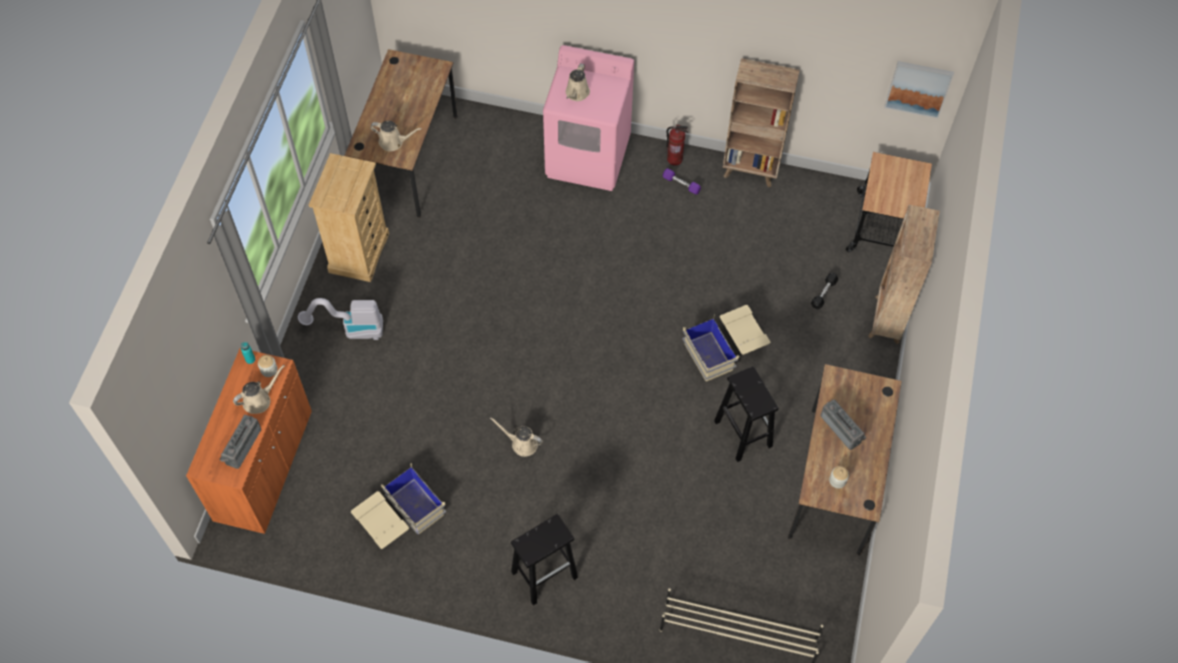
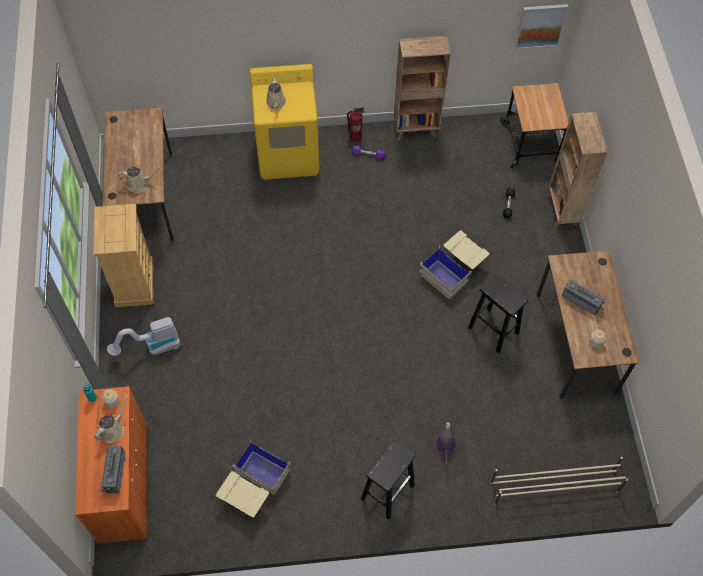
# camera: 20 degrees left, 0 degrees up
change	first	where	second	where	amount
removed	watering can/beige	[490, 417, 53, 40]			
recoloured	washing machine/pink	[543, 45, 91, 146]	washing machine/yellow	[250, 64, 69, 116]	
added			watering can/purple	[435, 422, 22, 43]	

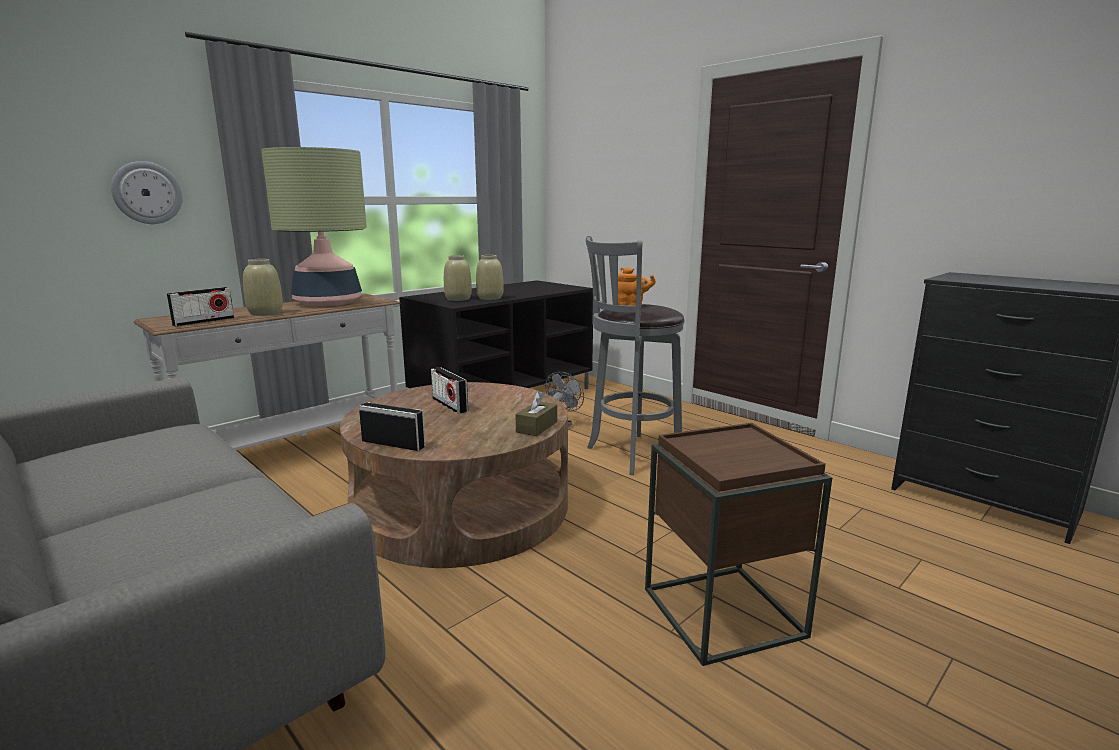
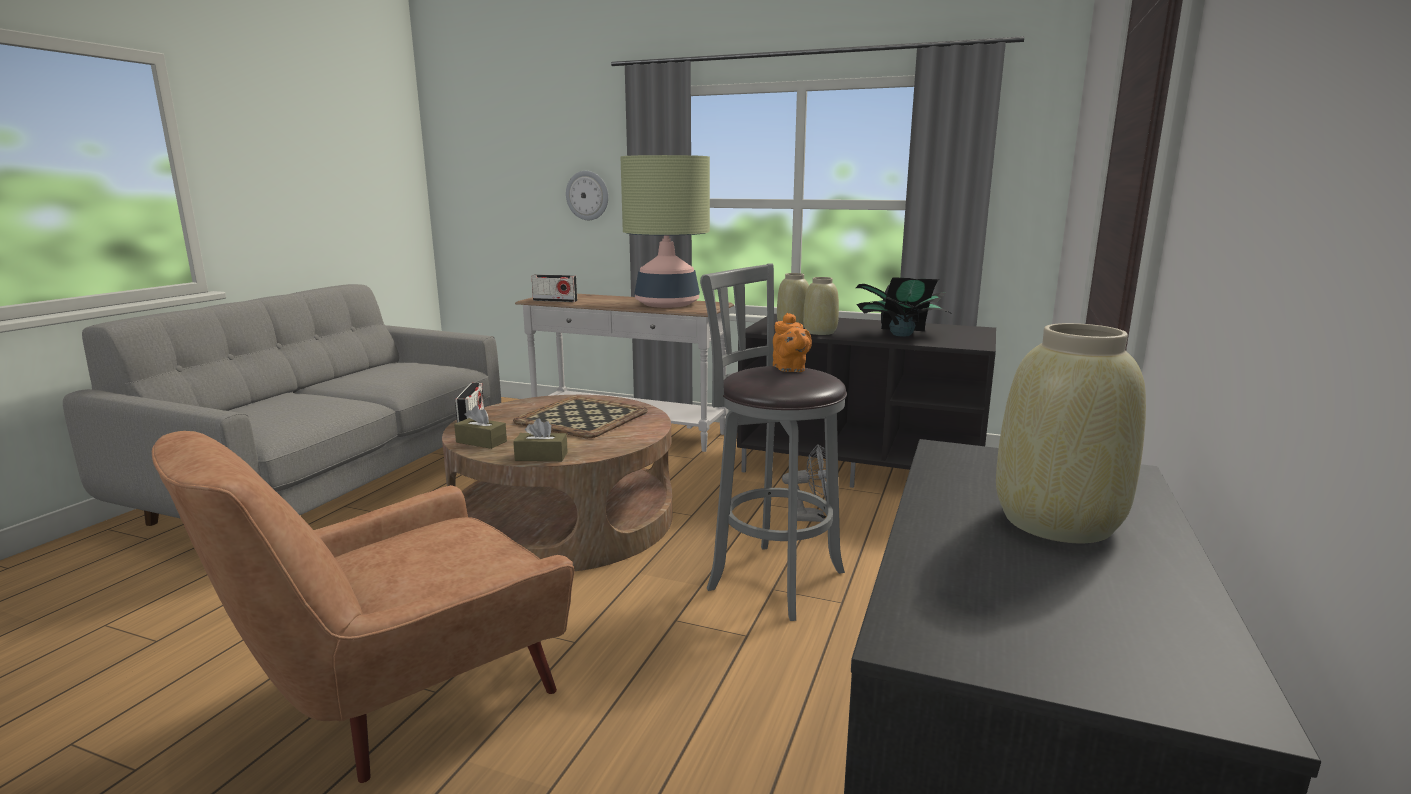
# camera: 65 degrees right, 0 degrees up
change	first	where	second	where	amount
moved	vase/beige	[243, 259, 40, 57]		[996, 323, 150, 220]	
replaced	radio	[431, 367, 37, 47]	tray	[513, 396, 135, 42]	
replaced	side table/brown	[645, 423, 187, 243]	armchair/brown	[152, 431, 422, 352]	
added			tissue box/brown	[454, 406, 53, 43]	
added			potted plant	[856, 277, 96, 59]	

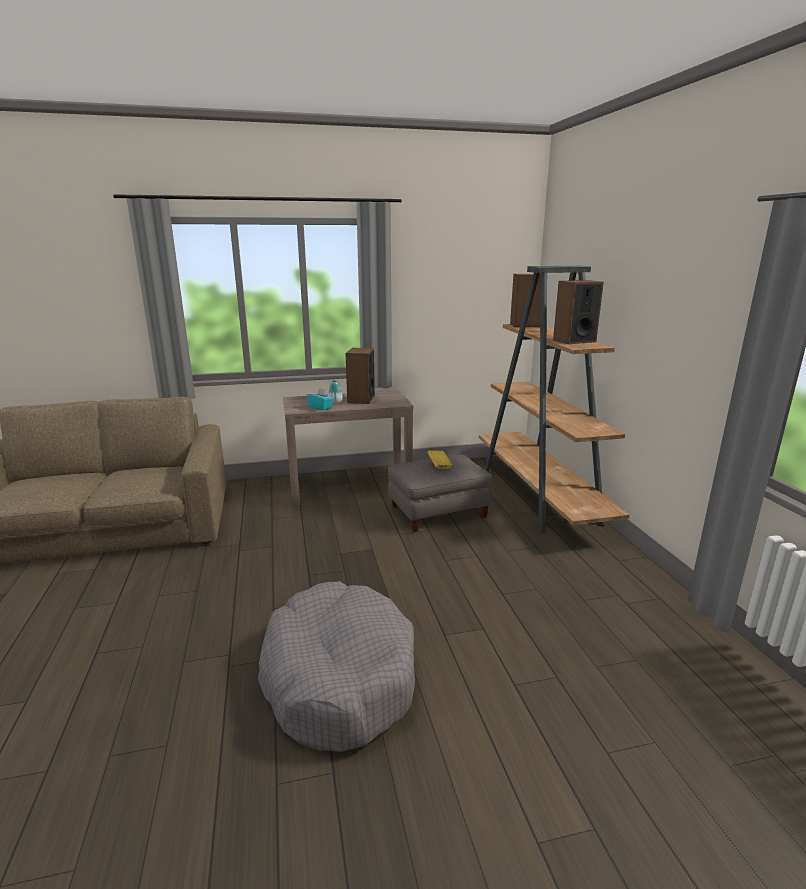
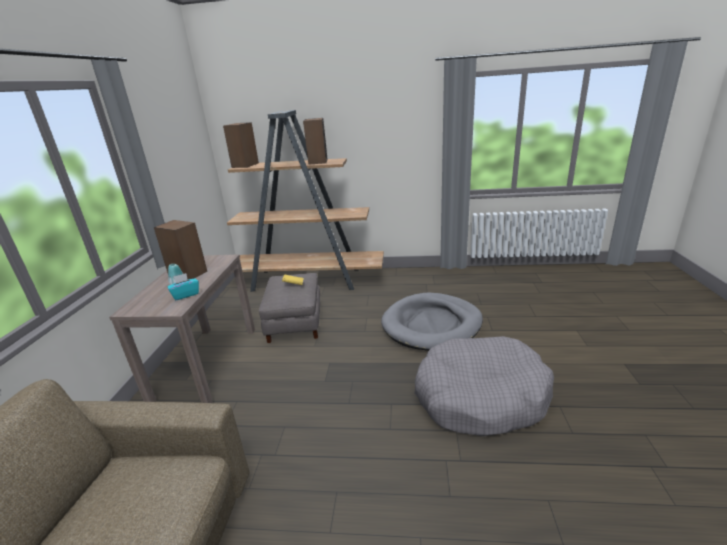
# camera: 70 degrees left, 5 degrees up
change	first	where	second	where	amount
added			dog bed/grey	[381, 293, 102, 58]	

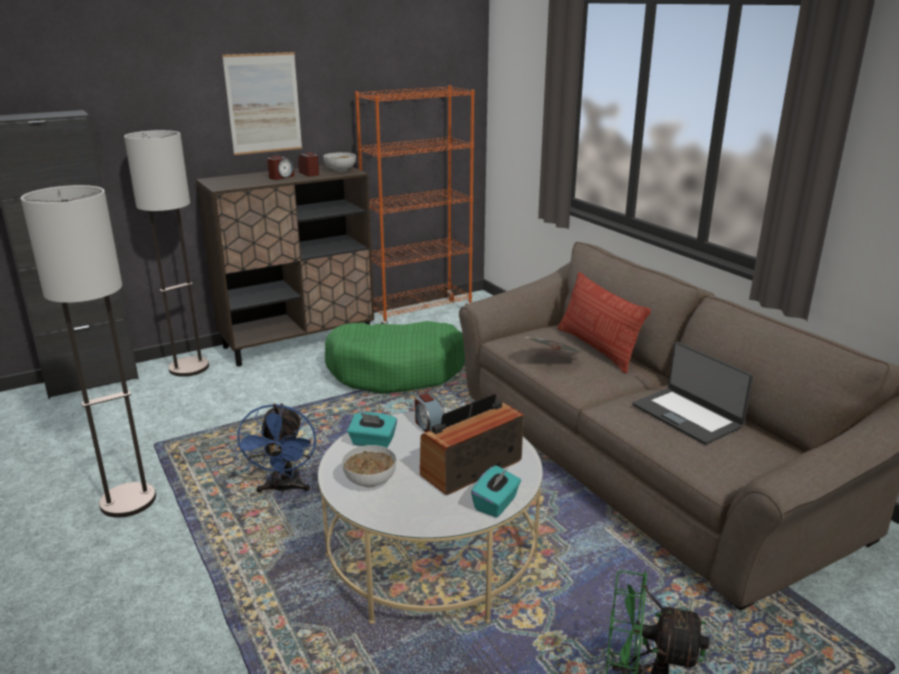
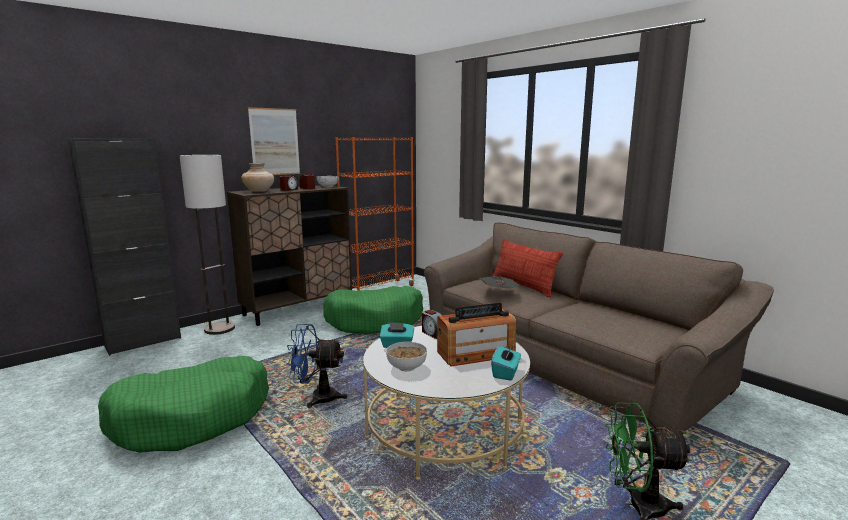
# camera: 10 degrees left, 10 degrees down
change	first	where	second	where	amount
replaced	floor lamp	[21, 185, 135, 333]	dog bed/green	[98, 356, 171, 97]	
turned	fan/blue	[235, 403, 81, 91]		[286, 324, 61, 84]	105 degrees clockwise
turned	radio	[420, 394, 104, 101]		[437, 303, 79, 63]	150 degrees counterclockwise
removed	laptop	[632, 342, 121, 103]			
added			vase/beige	[241, 163, 33, 29]	

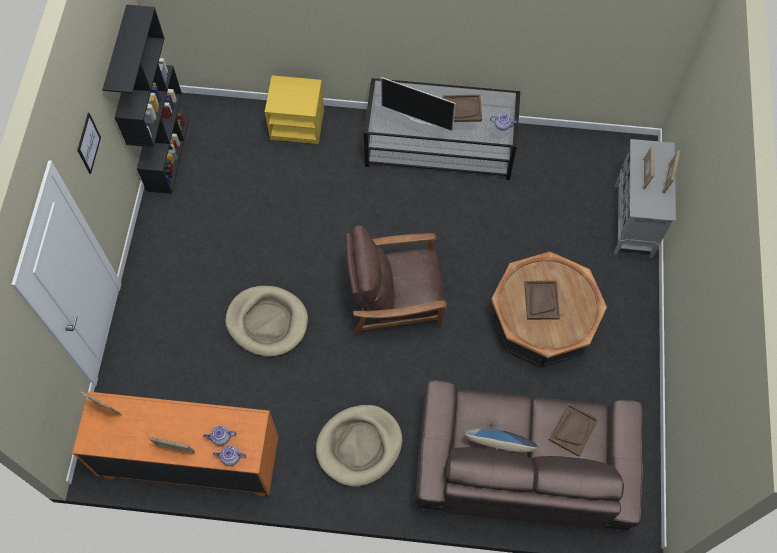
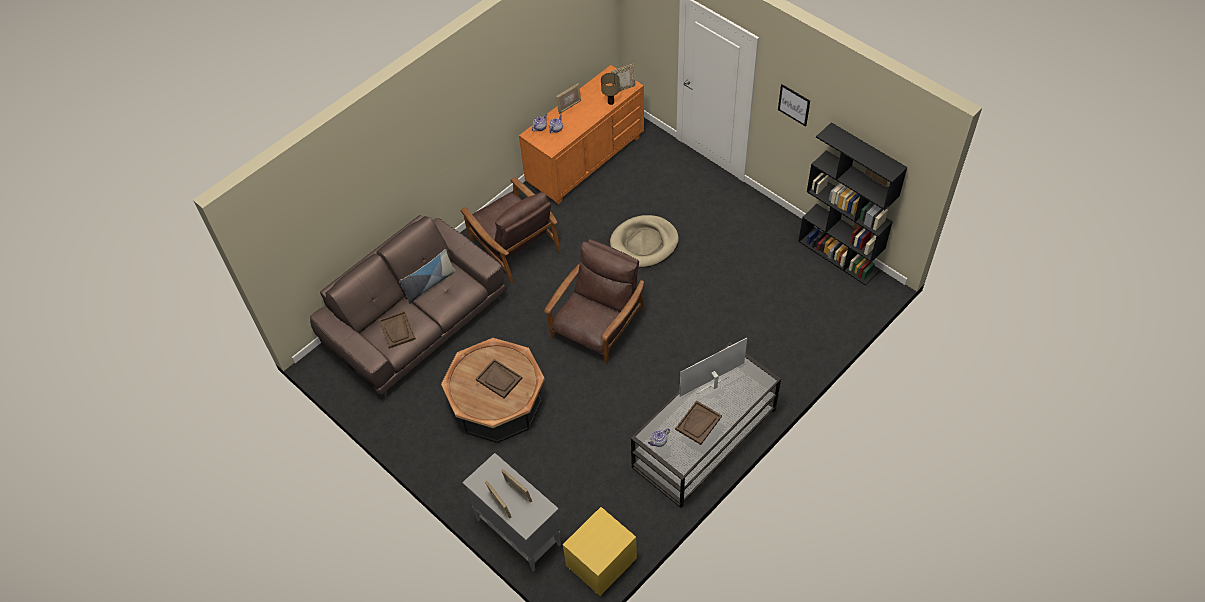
# camera: 130 degrees right, 10 degrees down
change	first	where	second	where	amount
moved	nightstand/yellow	[265, 75, 59, 69]		[563, 507, 74, 89]	
replaced	dog bed/beige	[316, 405, 86, 81]	armchair/brown	[460, 177, 100, 106]	
added			table lamp	[601, 73, 19, 32]	

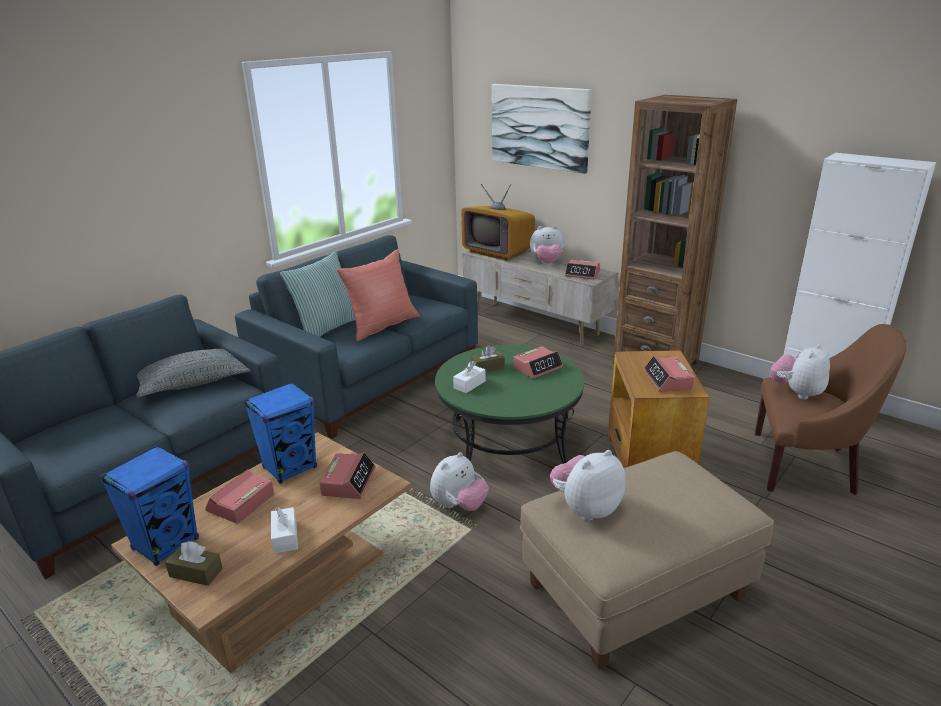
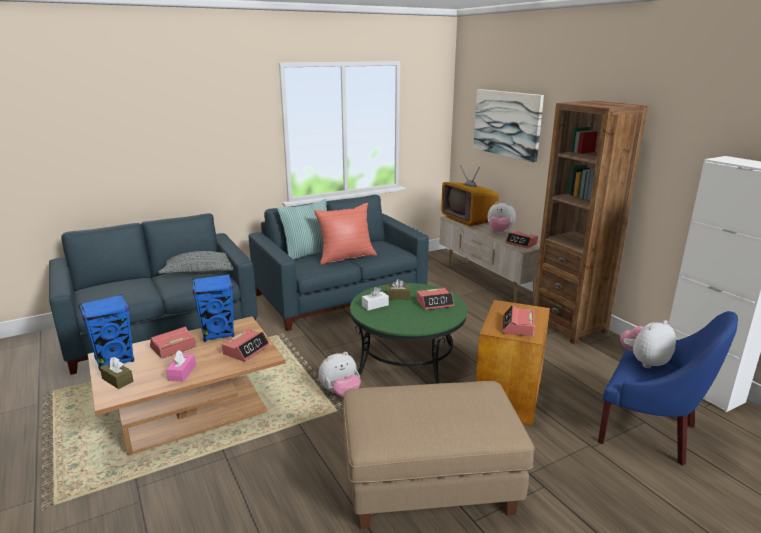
# camera: 20 degrees right, 5 degrees down
change	first	where	second	where	amount
recoloured	tissue box/white	[271, 507, 27, 47]	tissue box/pink	[166, 351, 30, 31]	
removed	plush toy	[550, 450, 76, 71]			
recoloured	armchair/brown	[755, 324, 151, 171]	armchair/blue	[598, 311, 140, 155]	

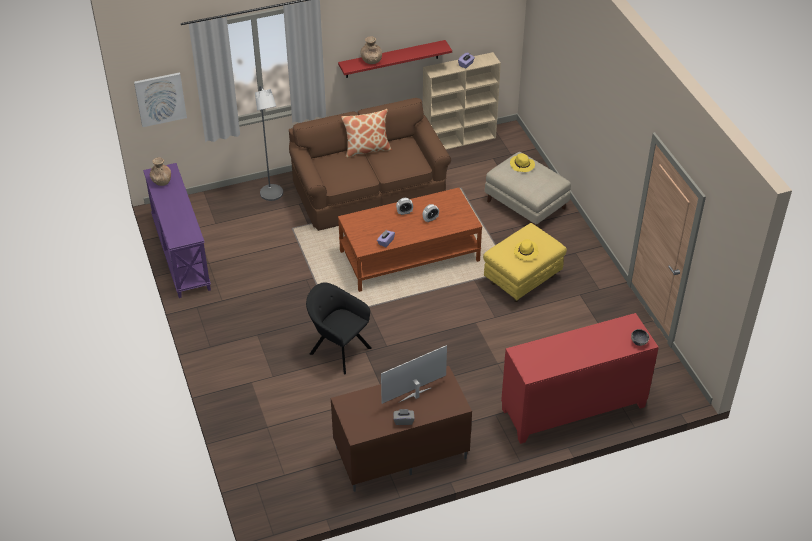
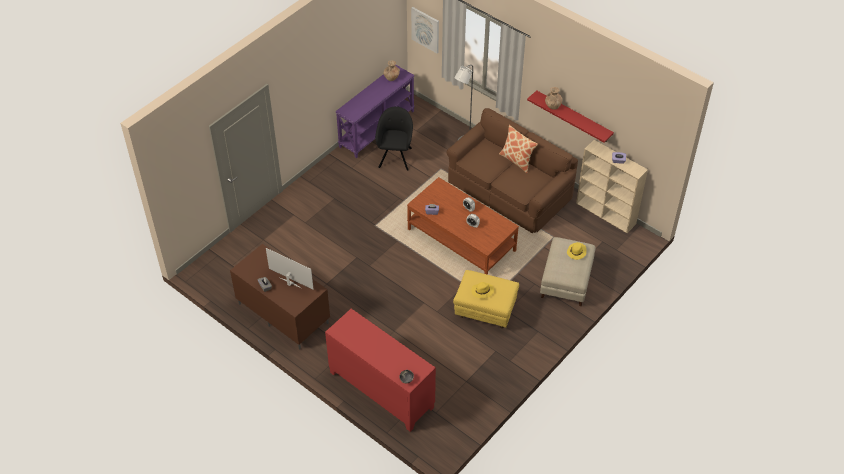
# camera: 60 degrees right, 5 degrees up
change	first	where	second	where	amount
moved	armchair/black	[306, 282, 66, 92]		[375, 106, 38, 64]	

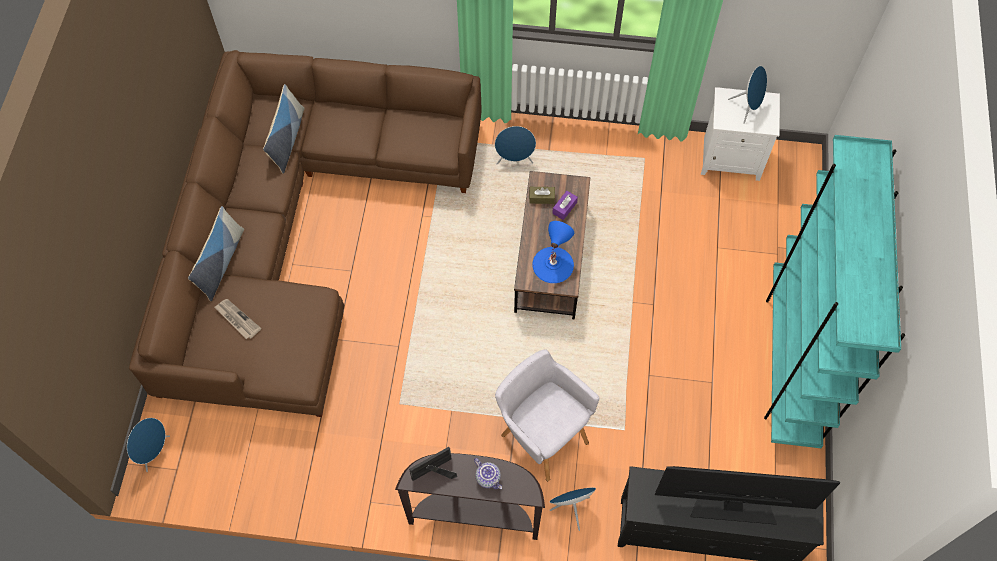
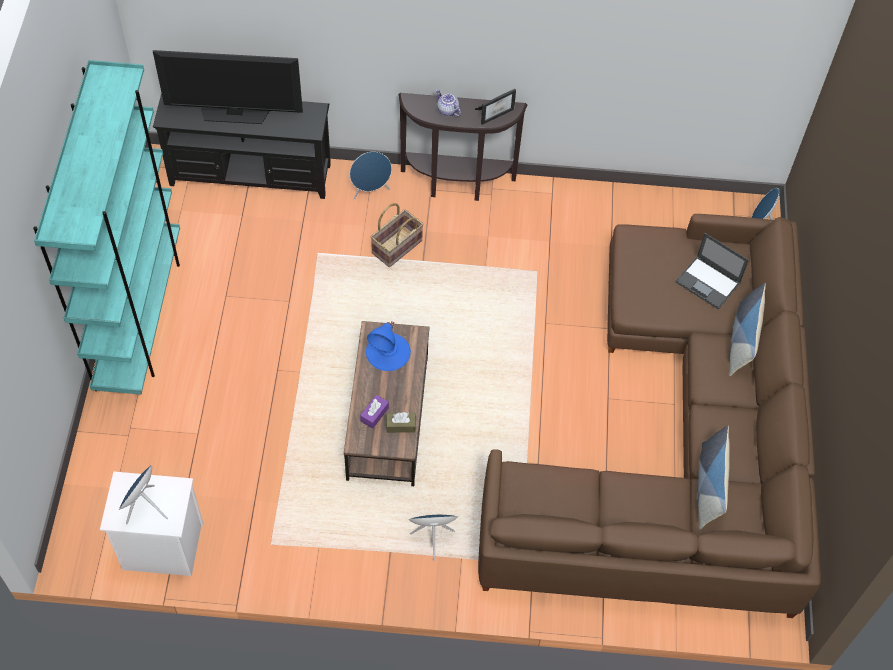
# camera: 175 degrees right, 5 degrees down
change	first	where	second	where	amount
replaced	newspaper	[214, 299, 47, 40]	laptop	[675, 233, 74, 76]	
replaced	armchair/grey	[495, 349, 104, 132]	basket	[370, 203, 54, 64]	

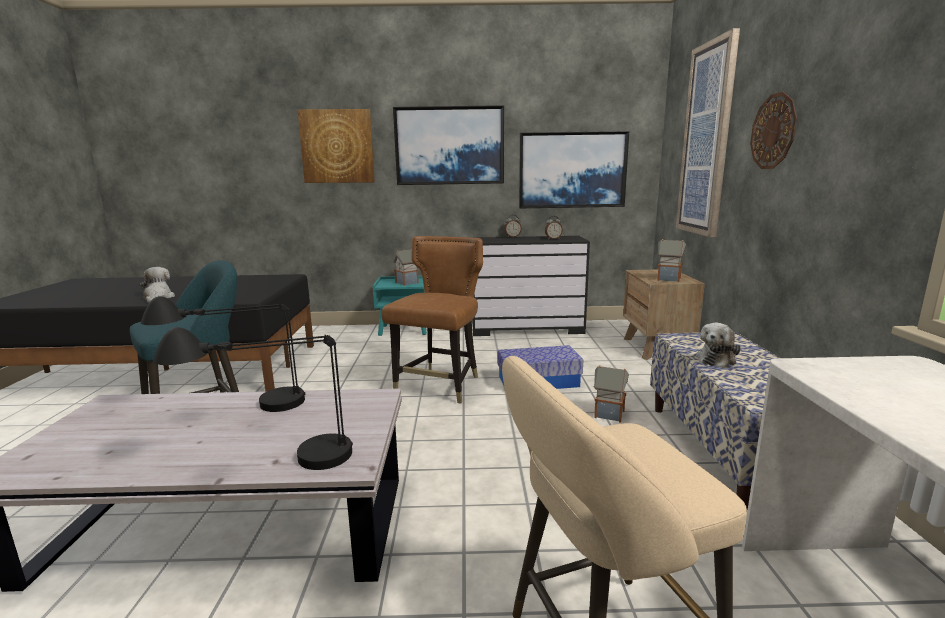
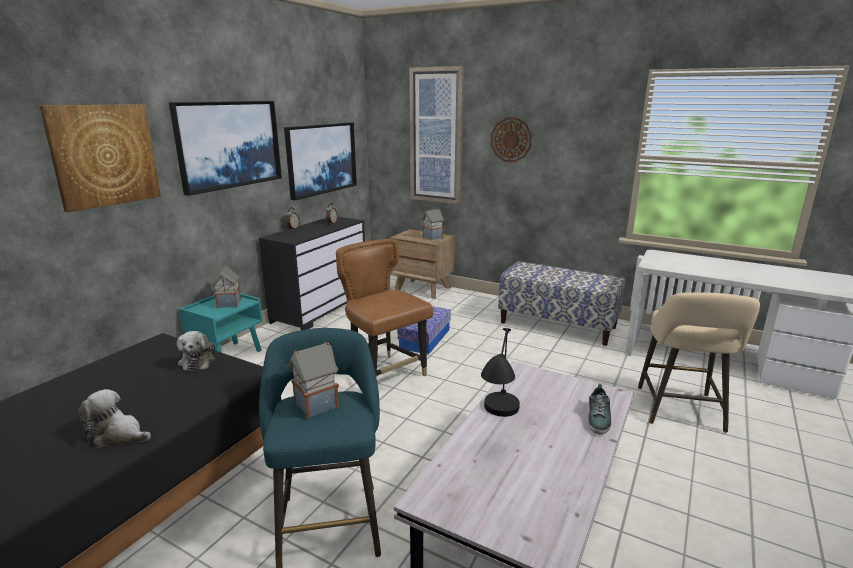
# camera: 60 degrees left, 5 degrees up
change	first	where	second	where	amount
replaced	table lamp/black	[153, 327, 200, 143]	shoe	[588, 384, 23, 50]	
moved	toy house	[593, 365, 36, 58]		[287, 342, 52, 77]	
moved	plush toy	[696, 323, 45, 45]		[177, 331, 38, 40]	

